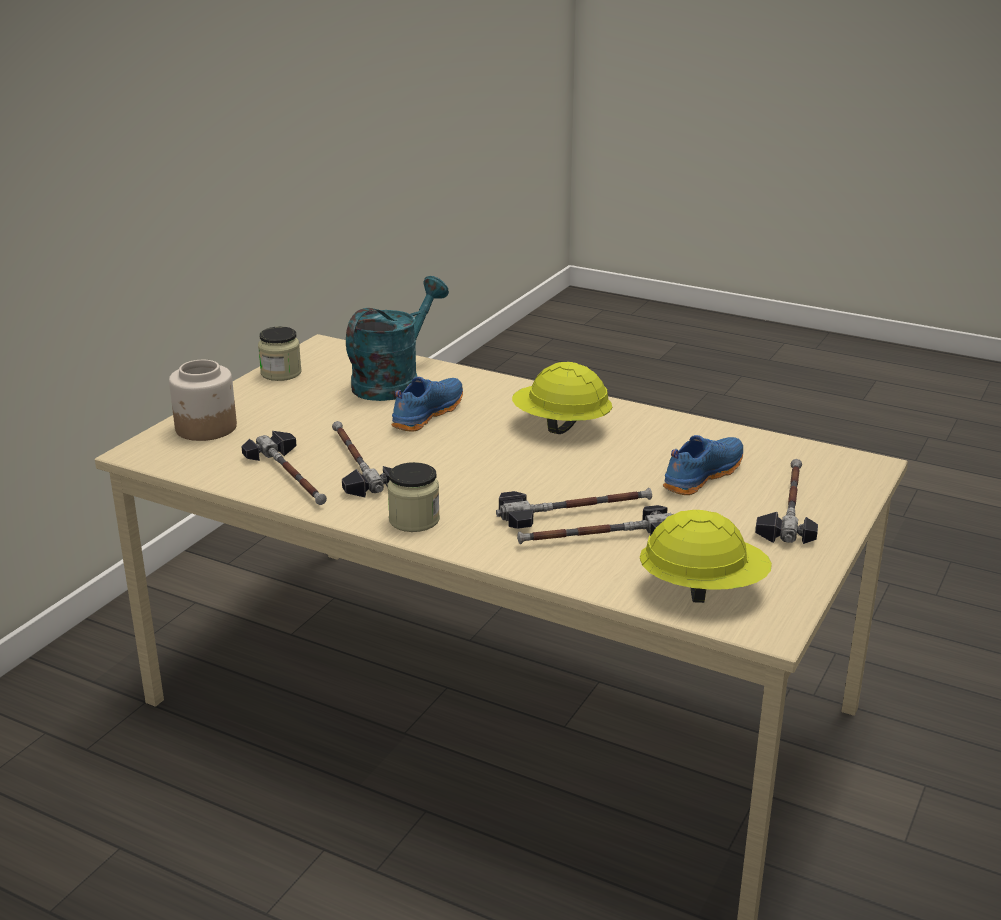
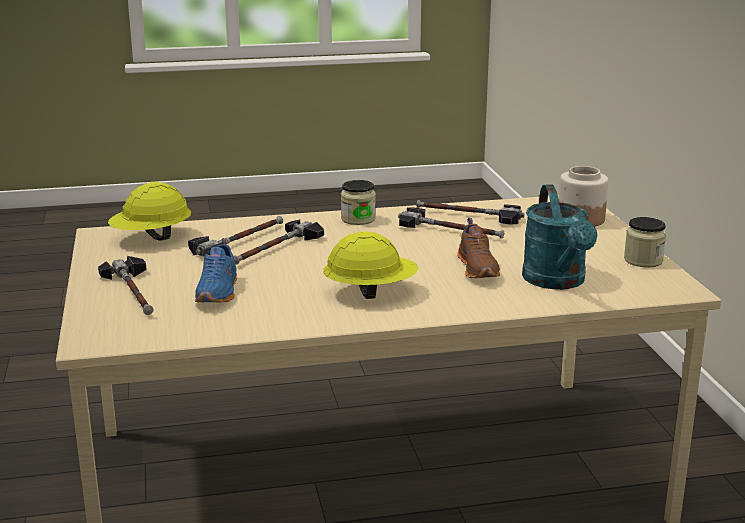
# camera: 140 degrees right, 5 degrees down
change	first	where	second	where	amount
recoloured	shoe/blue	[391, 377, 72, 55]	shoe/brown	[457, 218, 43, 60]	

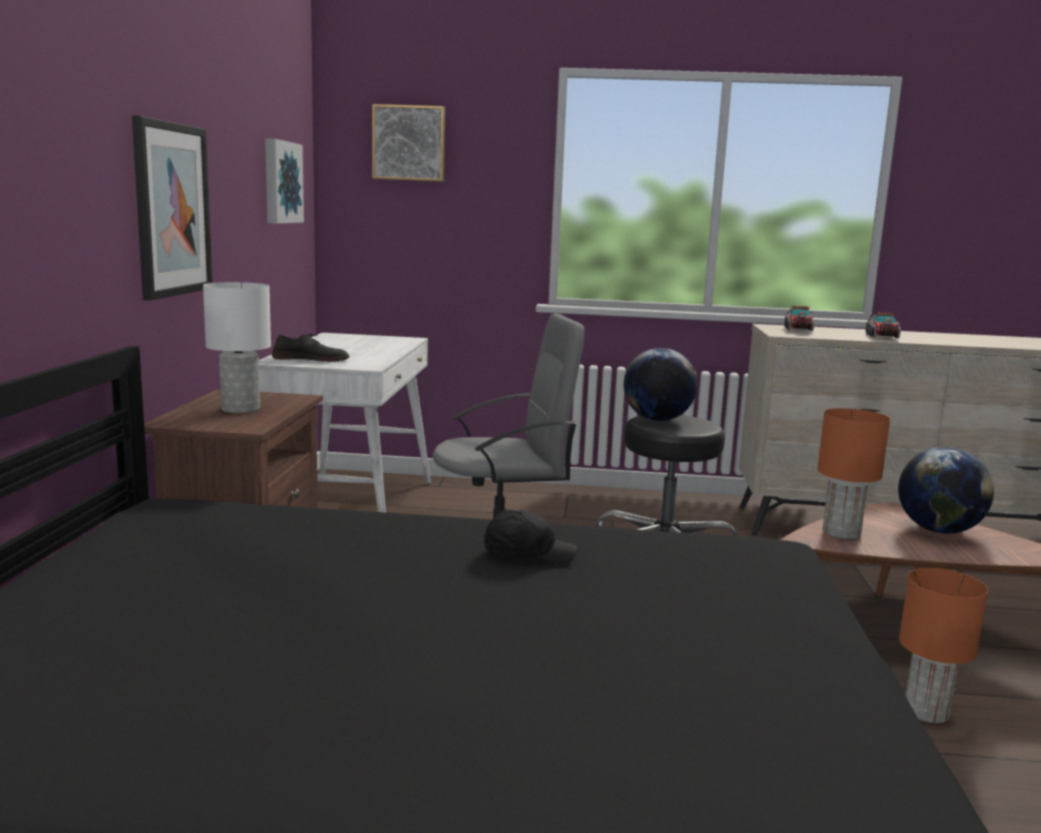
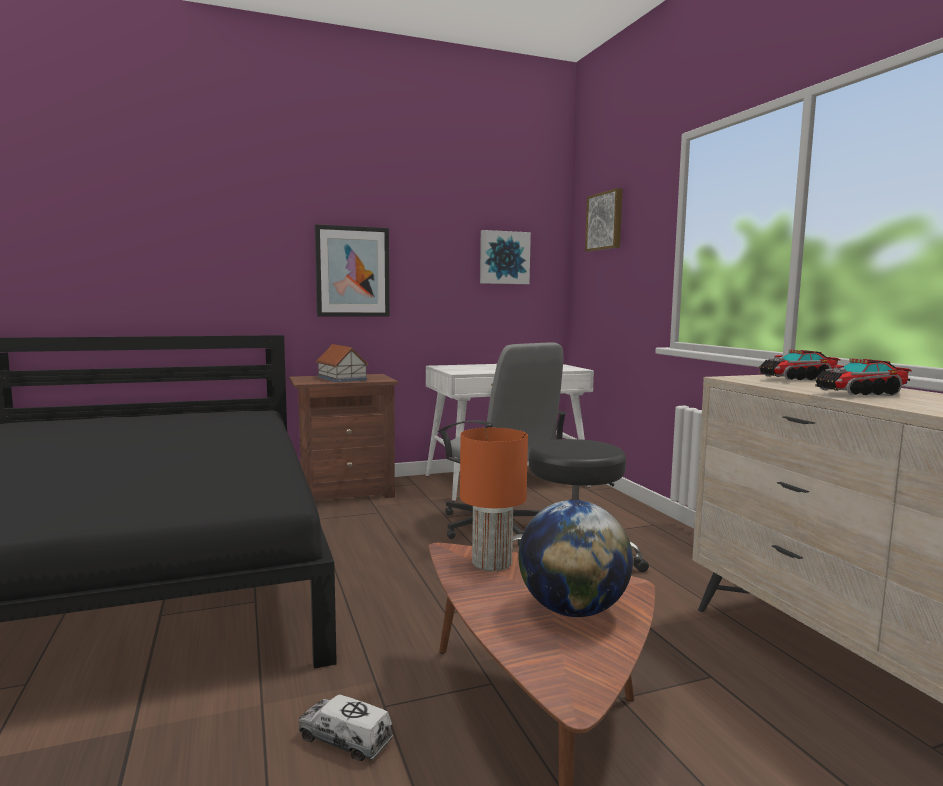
# camera: 65 degrees right, 5 degrees down
change	first	where	second	where	amount
replaced	table lamp/white	[203, 282, 68, 132]	toy house	[316, 344, 52, 39]	
removed	shoe/grey	[272, 333, 77, 29]			
removed	cap/black	[484, 509, 93, 56]			
removed	globe	[624, 348, 73, 73]			
replaced	table lamp/orange	[899, 568, 89, 155]	toy truck	[299, 694, 94, 67]	

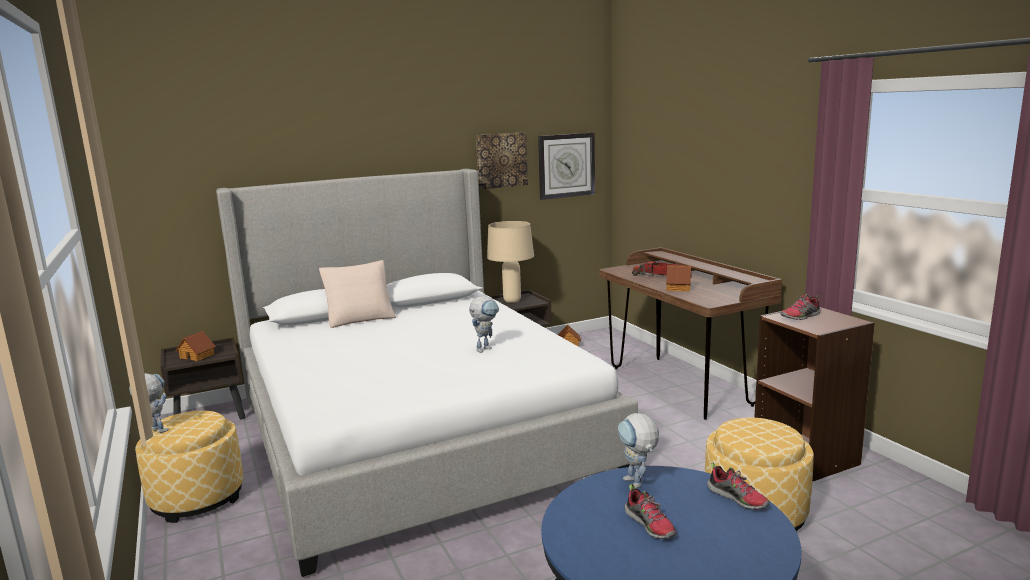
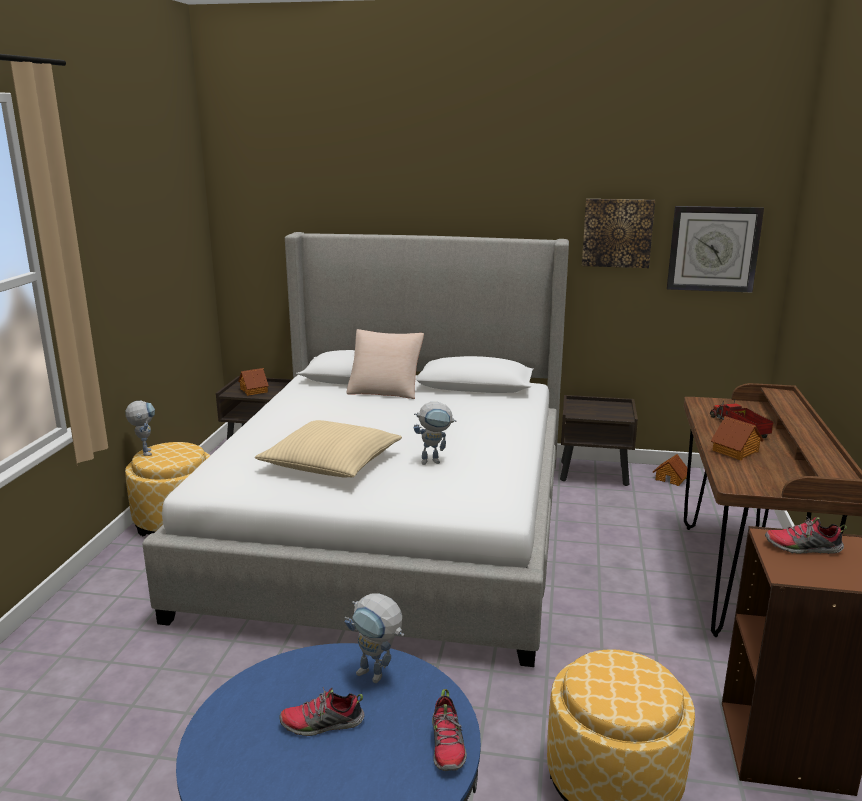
# camera: 35 degrees right, 5 degrees up
change	first	where	second	where	amount
removed	table lamp/beige	[487, 221, 47, 82]			
turned	toy robot	[618, 413, 41, 75]		[345, 593, 59, 90]	75 degrees counterclockwise
turned	shoe	[624, 484, 52, 55]		[279, 687, 85, 49]	75 degrees clockwise
added			pillow/beige	[255, 420, 147, 57]	

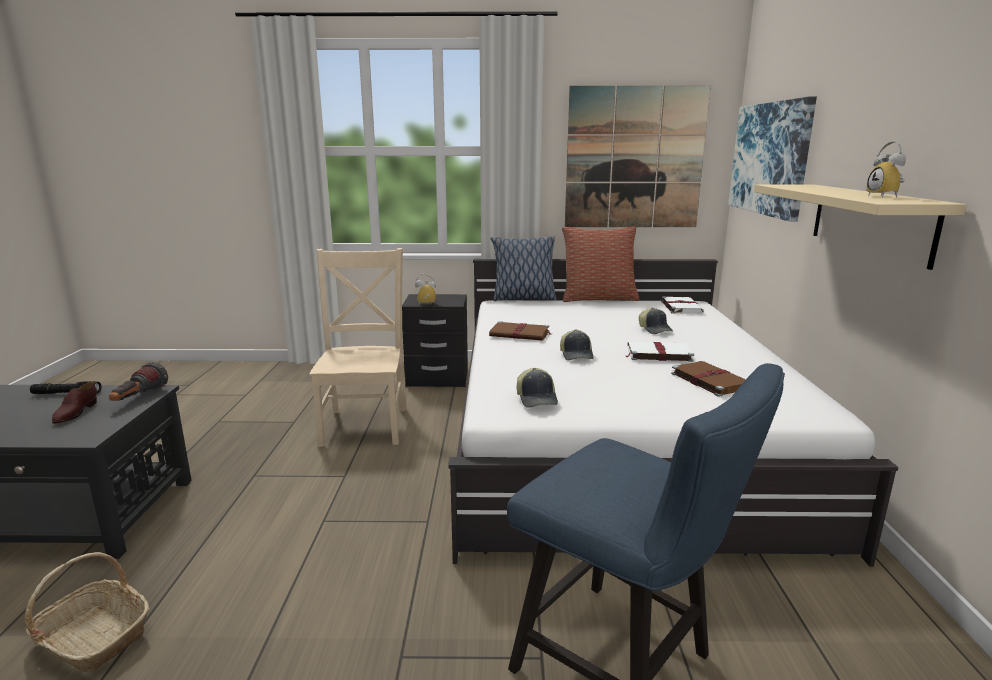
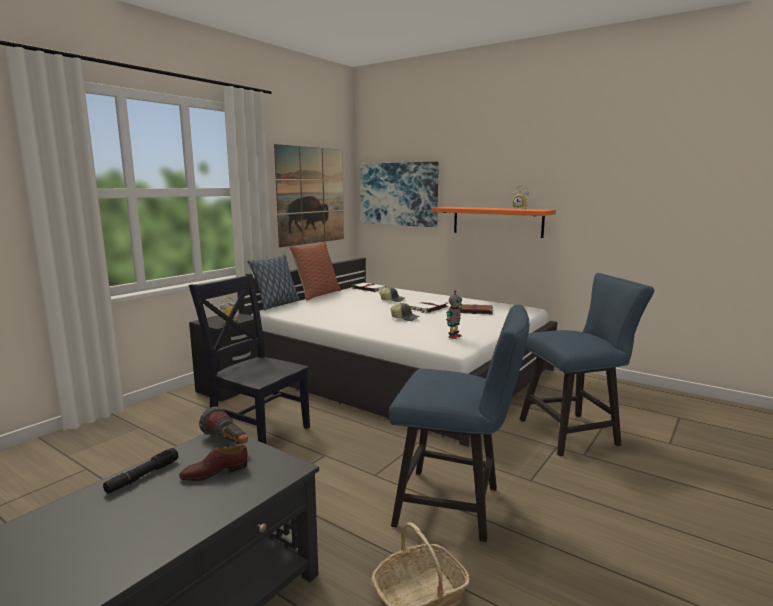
# camera: 55 degrees left, 5 degrees down
change	first	where	second	where	amount
turned	shoe/brown	[52, 382, 45, 42]		[179, 445, 69, 36]	120 degrees clockwise
recoloured	chair/beige	[309, 248, 98, 199]	chair/black	[189, 273, 121, 171]	
removed	book/brown	[489, 321, 64, 20]			
replaced	cap	[517, 368, 41, 40]	toy robot	[446, 290, 16, 49]	
recoloured	shelf/beige	[754, 184, 213, 86]	shelf/orange	[431, 207, 125, 31]	
added			chair/blue	[389, 305, 140, 237]	

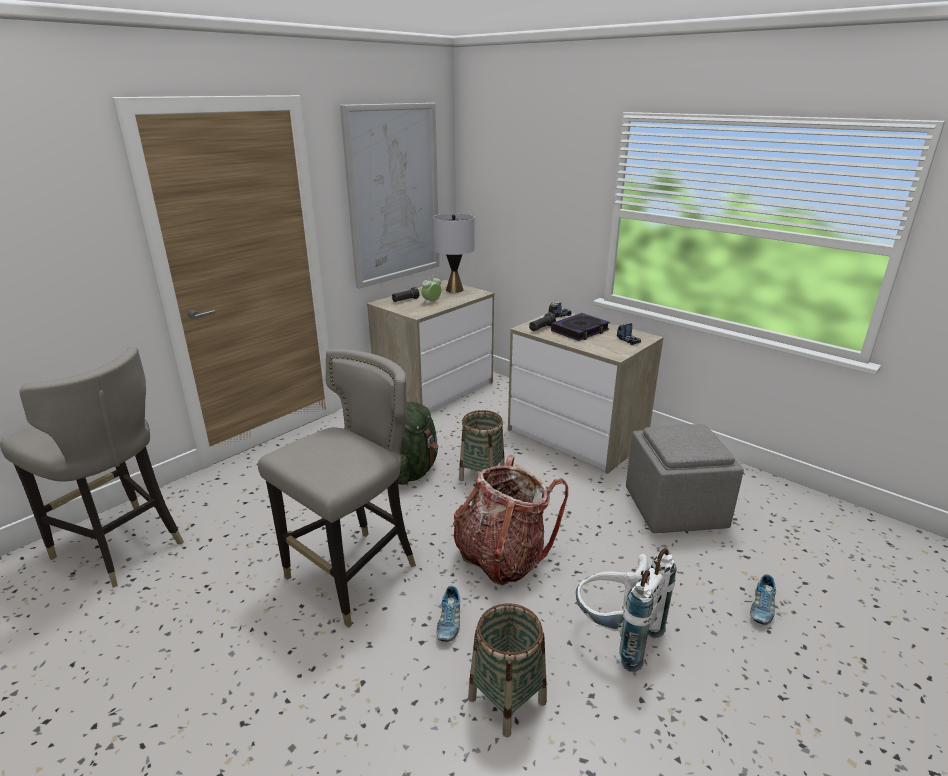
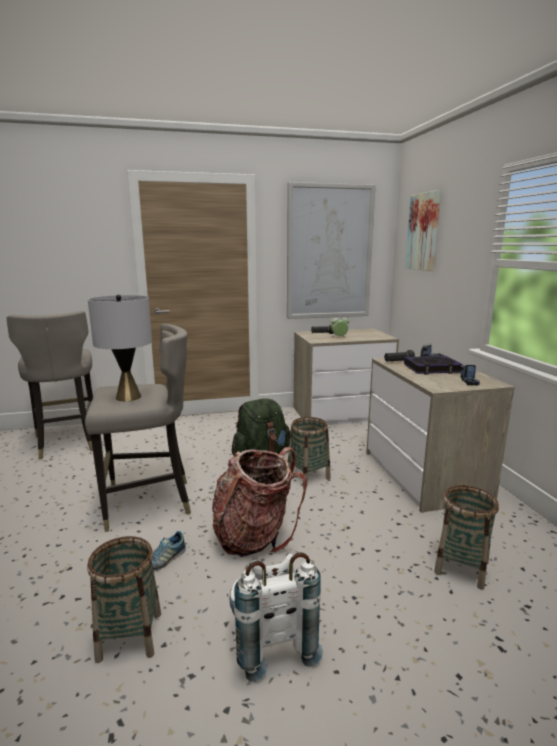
# camera: 35 degrees right, 10 degrees down
change	first	where	second	where	amount
moved	table lamp/grey	[433, 213, 41, 80]		[88, 295, 64, 106]	
replaced	ottoman/grey	[626, 424, 118, 109]	basket	[434, 485, 65, 104]	
removed	shoe	[750, 574, 26, 51]			
added			picture	[405, 190, 36, 81]	

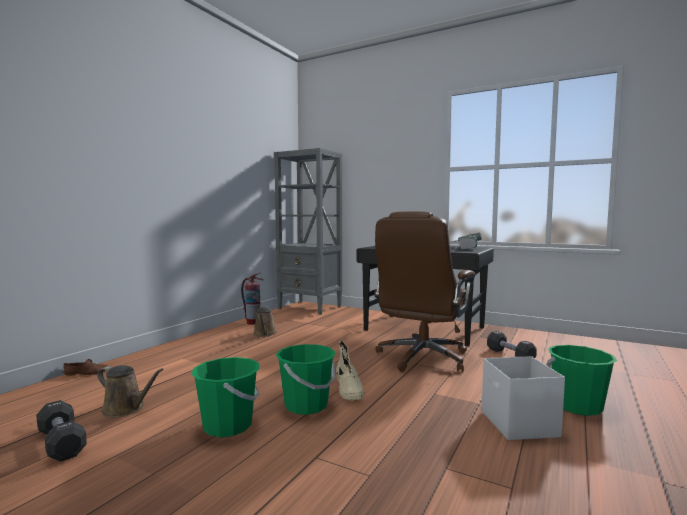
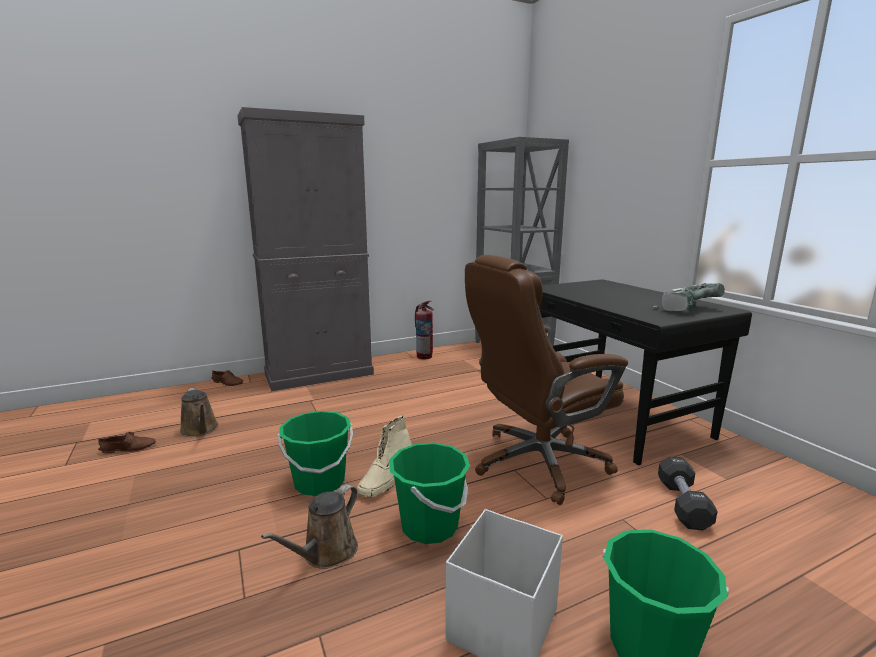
# camera: 35 degrees right, 10 degrees up
change	first	where	second	where	amount
replaced	dumbbell/black	[36, 400, 51, 62]	shoe/brown	[98, 432, 58, 21]	
moved	bucket/green	[191, 357, 68, 80]		[389, 443, 81, 101]	
moved	watering can/brown	[253, 306, 24, 31]		[261, 484, 97, 85]	
added			cabinet/grey	[238, 107, 136, 284]	

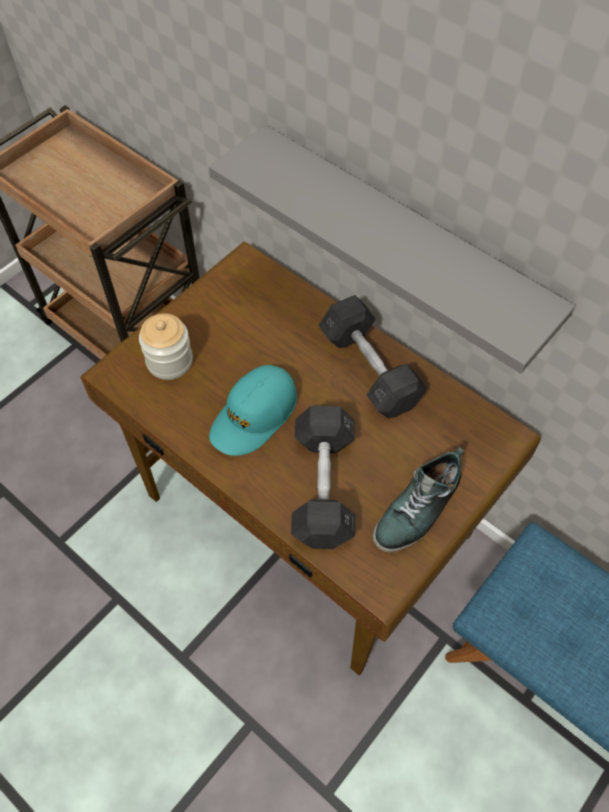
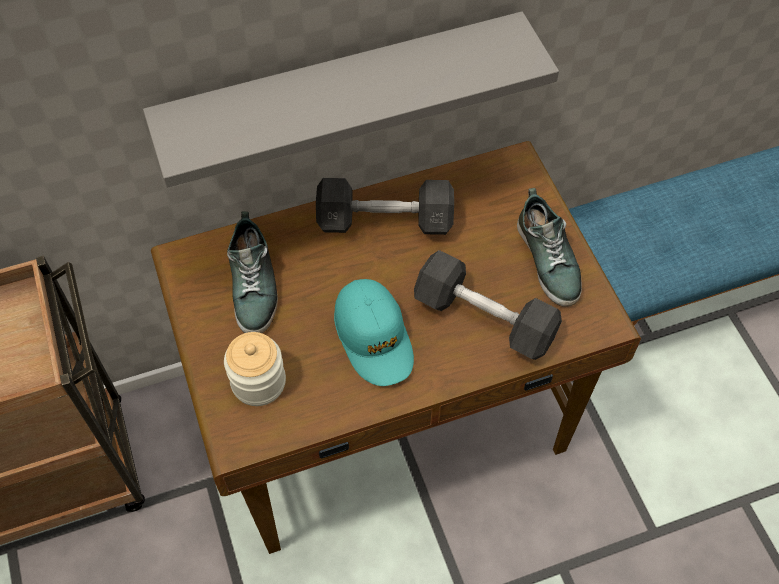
# camera: 60 degrees left, 0 degrees up
change	first	where	second	where	amount
added			shoe	[227, 211, 51, 122]	

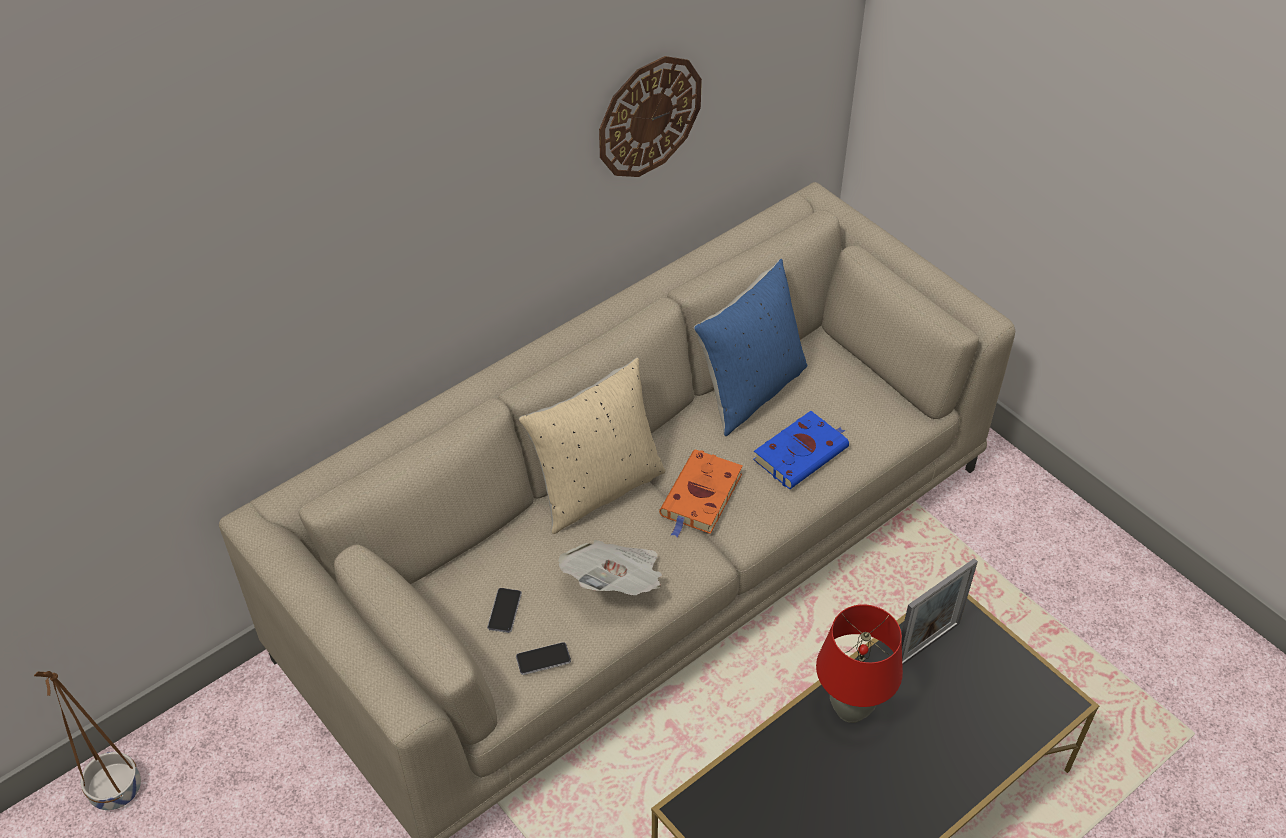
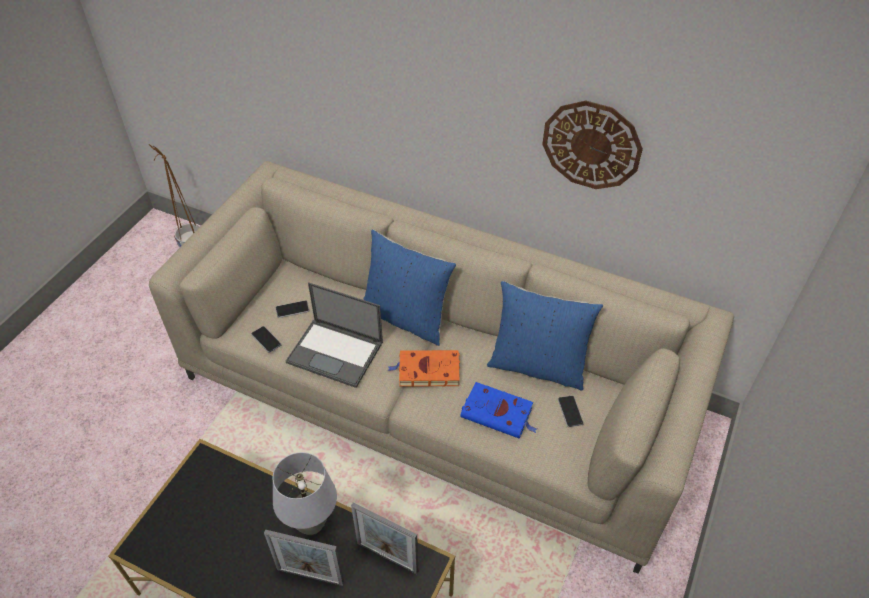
# camera: 65 degrees right, 0 degrees up
change	first	where	second	where	amount
recoloured	pillow/beige	[519, 357, 147, 177]	pillow/blue	[363, 229, 93, 117]	
replaced	newspaper	[558, 540, 104, 55]	laptop	[286, 282, 97, 106]	
recoloured	table lamp/red	[816, 604, 87, 119]	table lamp/grey	[273, 452, 64, 83]	
added			picture frame	[264, 530, 80, 56]	
added			phone	[558, 396, 26, 31]	

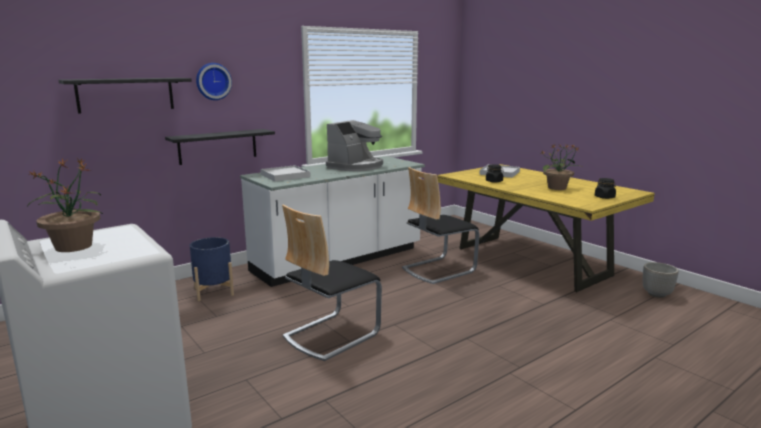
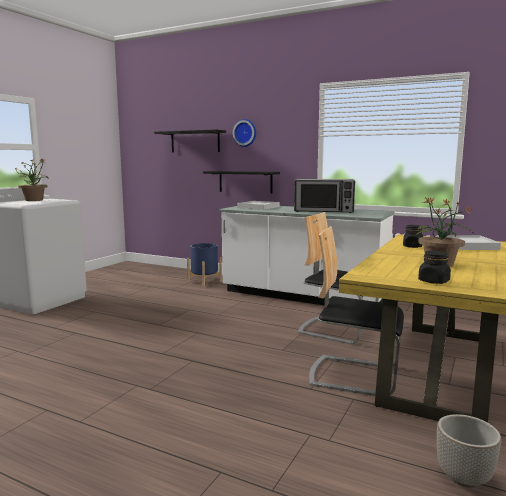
# camera: 65 degrees right, 5 degrees down
change	first	where	second	where	amount
moved	chair	[282, 204, 100, 157]		[309, 226, 95, 170]	
replaced	coffee machine	[326, 120, 57, 51]	microwave	[294, 179, 61, 34]	

